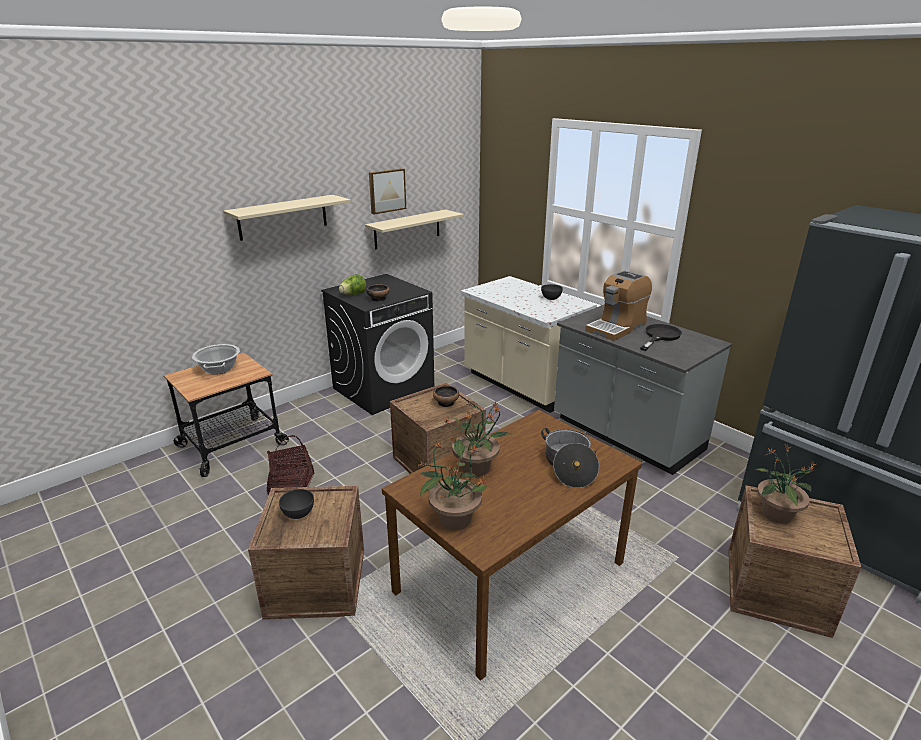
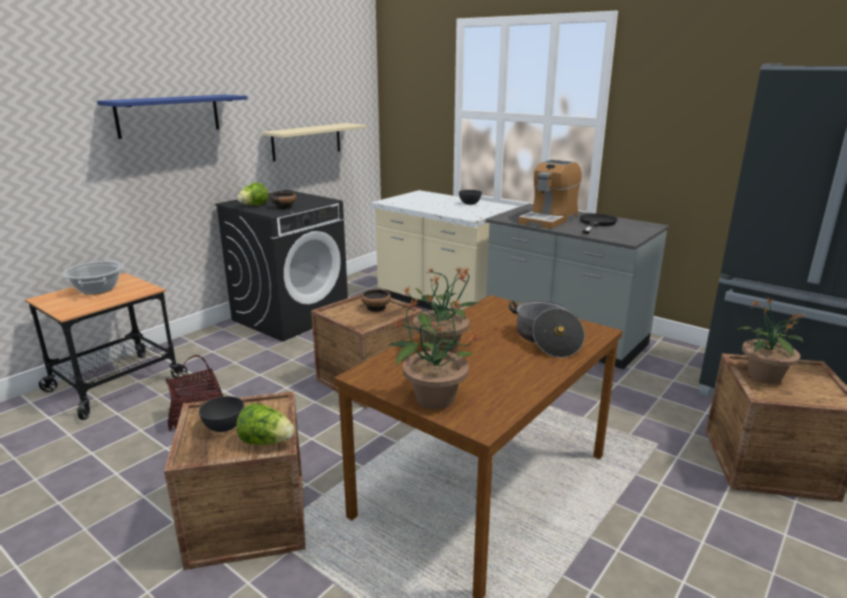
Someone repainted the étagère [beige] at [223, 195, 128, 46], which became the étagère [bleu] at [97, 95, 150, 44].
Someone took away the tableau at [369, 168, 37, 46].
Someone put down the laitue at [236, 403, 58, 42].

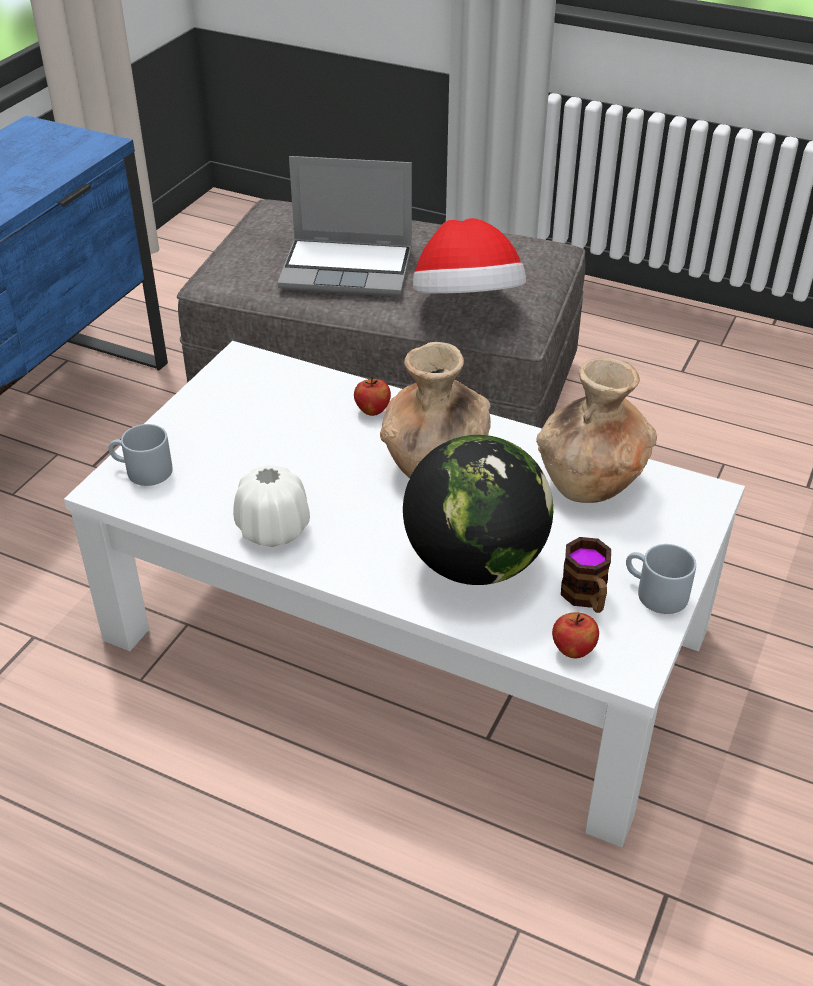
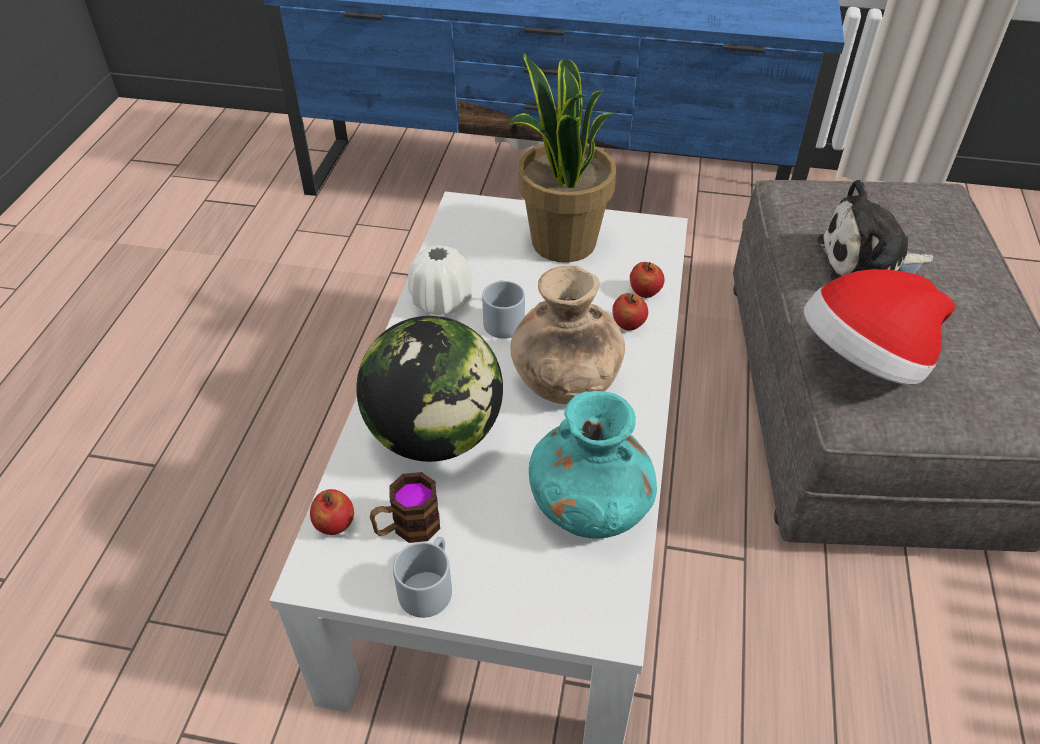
Someone carried the mug [gris] from [108, 424, 65, 62] to [482, 280, 43, 59].
Someone swapped the ordinateur portable at [277, 156, 135, 140] for the peluche at [817, 180, 117, 100].
Someone repainted the vase [marron] at [536, 357, 121, 146], which became the vase [turquoise] at [529, 391, 128, 148].
Someone put down the plante en pot at [507, 52, 109, 210].
Someone put down the pomme at [630, 262, 35, 36].

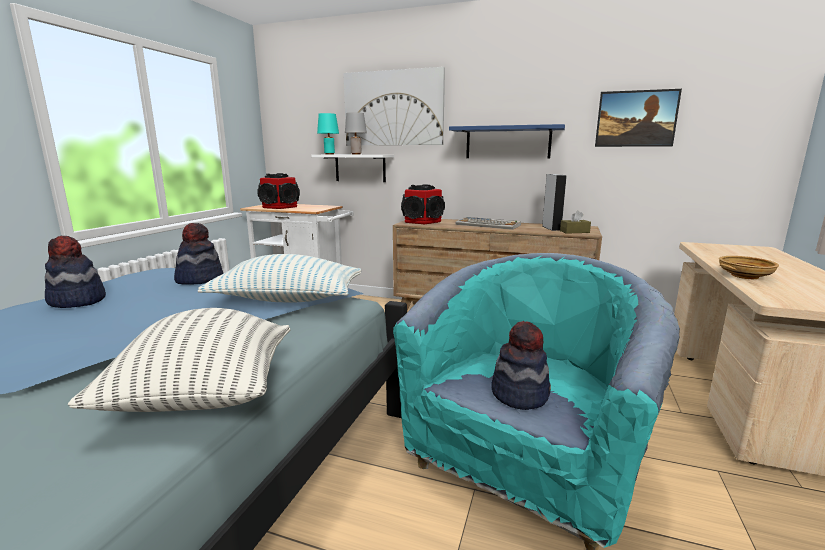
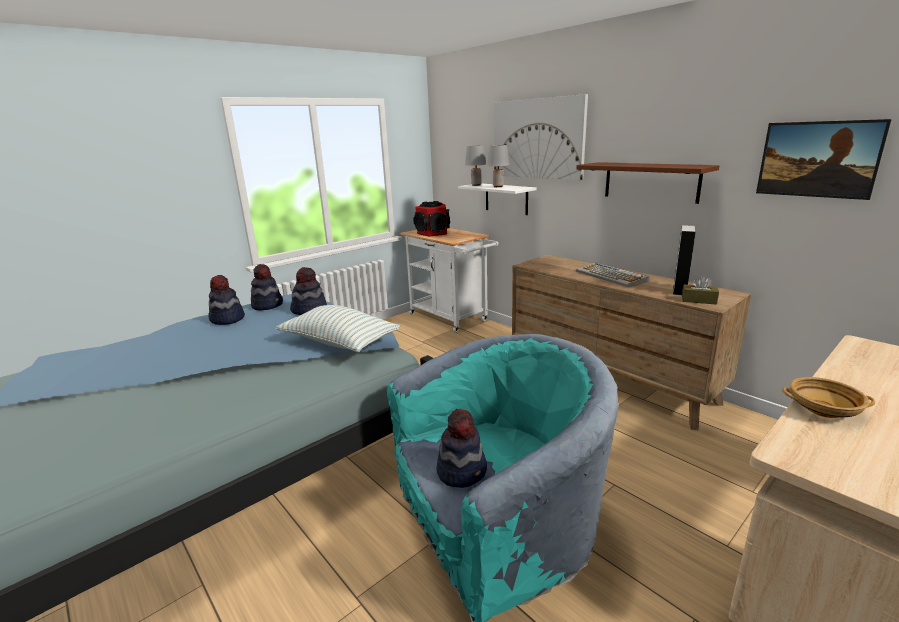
Someone took away the coussin at [68, 308, 222, 104].
Someone repainted the lampe de table [turquoise] at [317, 113, 22, 41], which became the lampe de table [gris] at [465, 145, 21, 41].
Someone took away the enceinte at [401, 185, 44, 39].
Someone repainted the étagère [bleu] at [449, 124, 116, 34], which became the étagère [marron] at [576, 162, 143, 42].
Someone put down the chapeau at [251, 264, 32, 47].

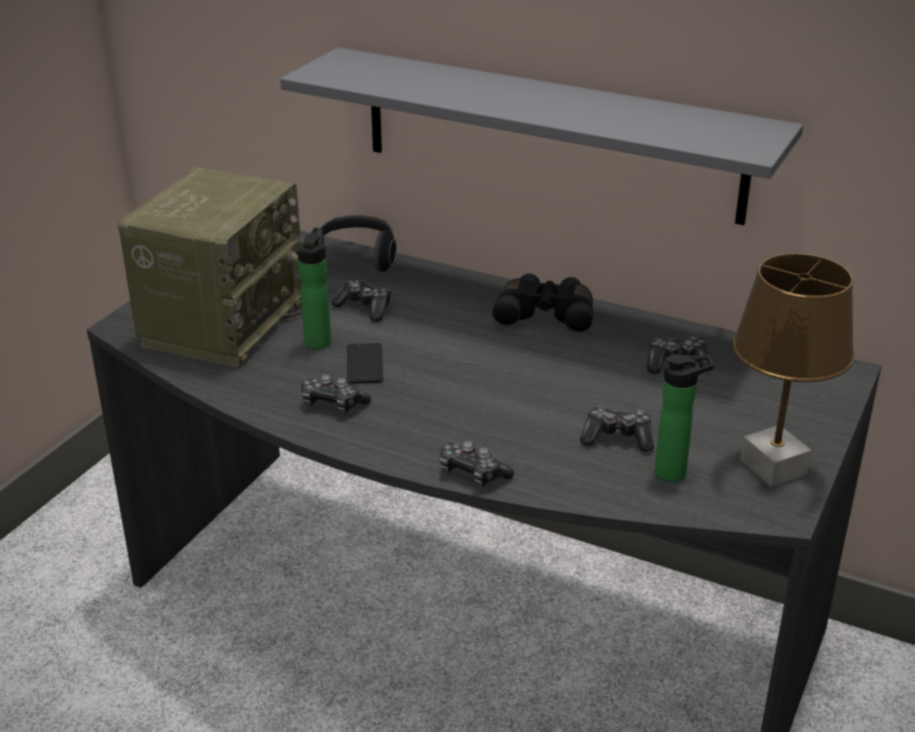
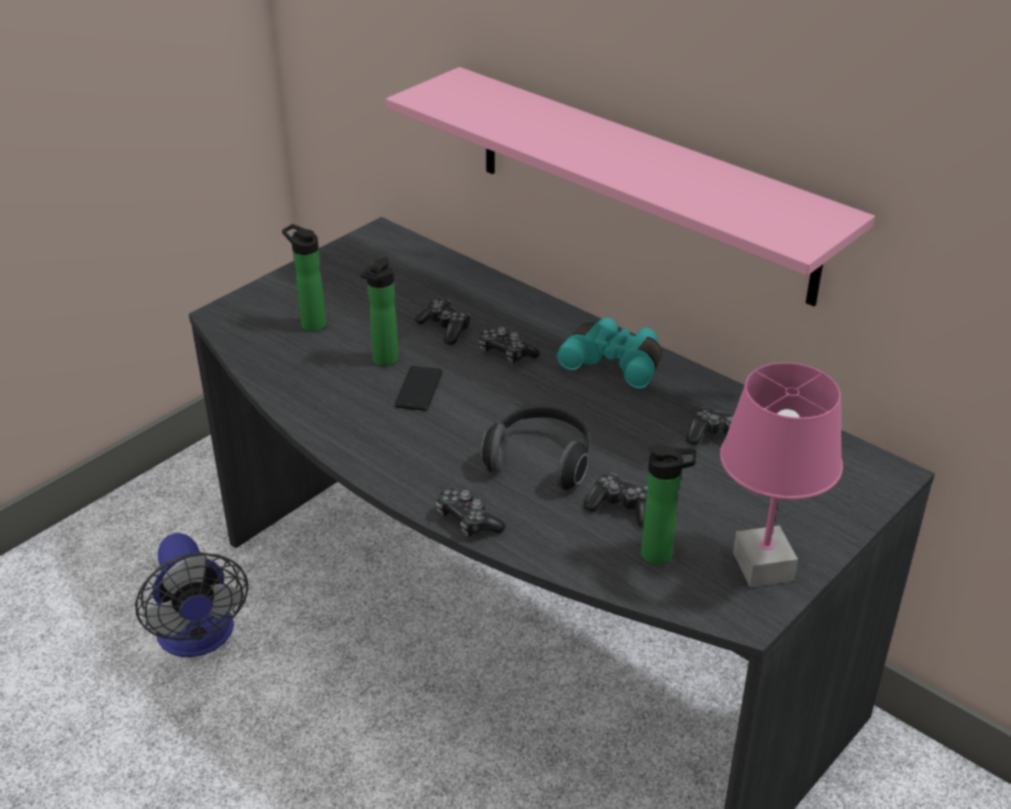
Someone swapped the radio at [118, 167, 184, 200] for the bouteille at [282, 224, 44, 108].
Someone repainted the étagère [gris] at [280, 48, 523, 177], which became the étagère [rose] at [386, 67, 489, 239].
Someone carried the manette from [301, 374, 70, 40] to [479, 327, 60, 37].
Someone carried the casque audio from [310, 215, 87, 57] to [481, 404, 108, 86].
Someone repainted the jumelles [noir] at [492, 273, 101, 60], which became the jumelles [turquoise] at [556, 318, 106, 70].
Someone repainted the lampe de table [marron] at [733, 254, 121, 232], which became the lampe de table [rose] at [720, 363, 123, 224].
Someone put down the ventilateur at [135, 533, 113, 124].

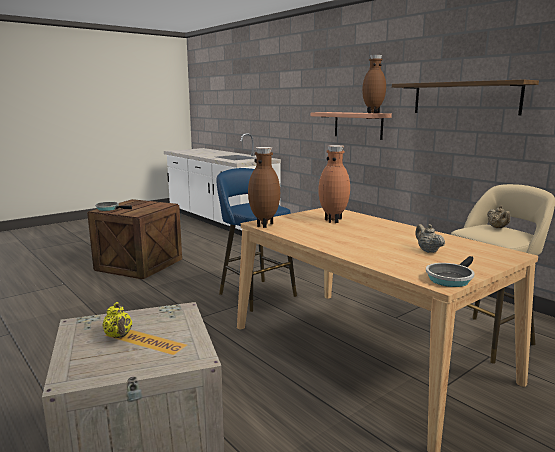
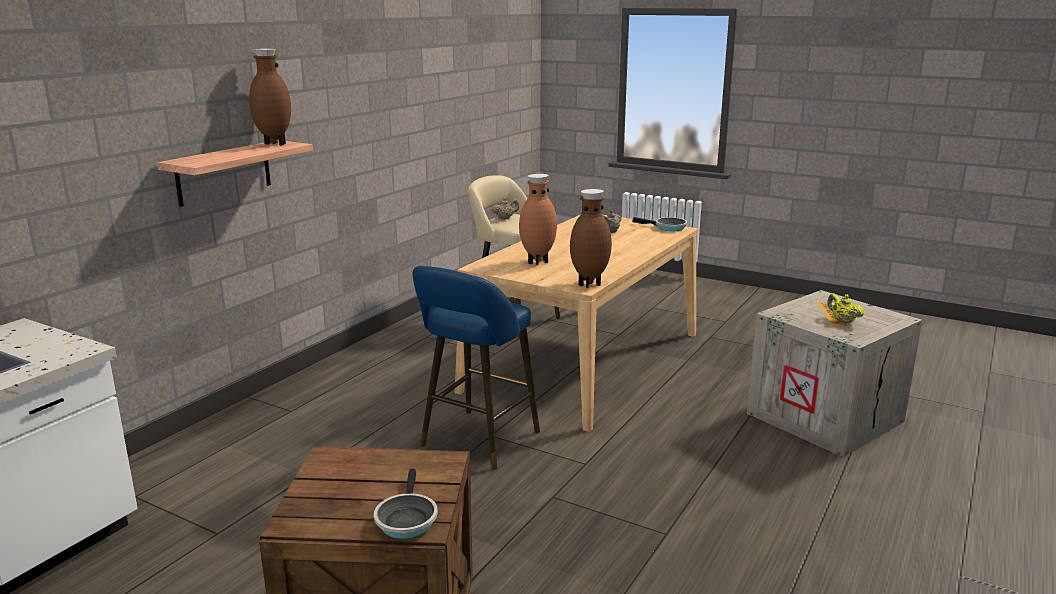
Someone rotated the théière [jaune] at [102, 302, 30, 36] by 75 degrees counterclockwise.
Someone took away the étagère at [392, 79, 147, 36].

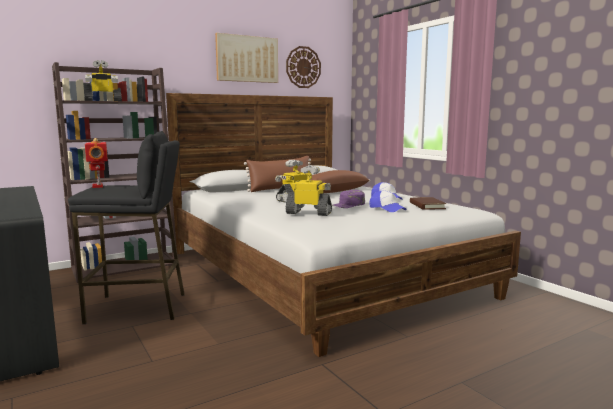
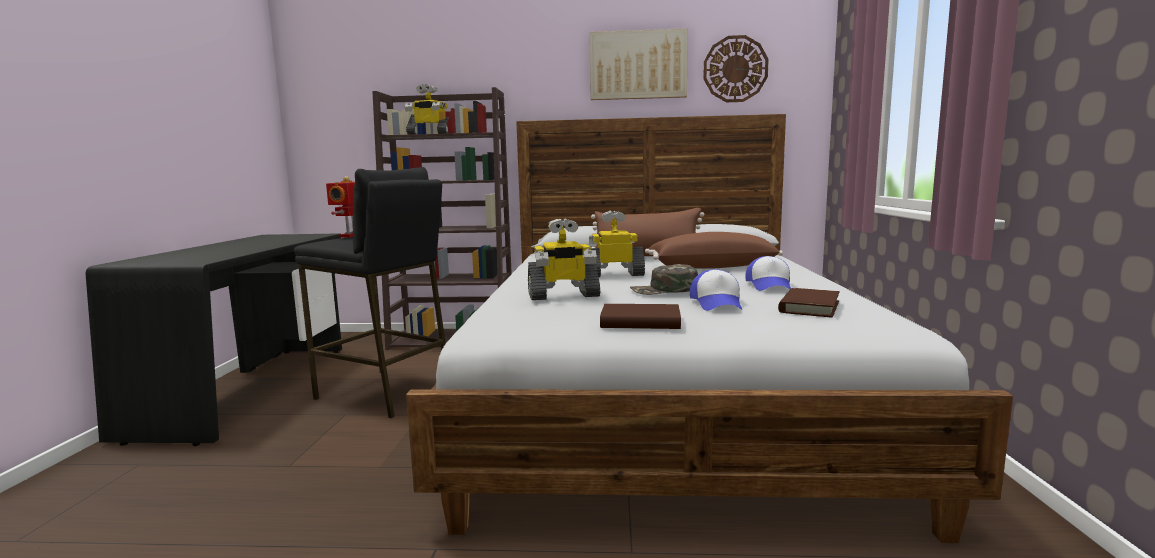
Someone rotated the robot jouet at [285, 165, 47, 51] by 120 degrees clockwise.
Someone repainted the casquette [violet] at [333, 190, 32, 18], which became the casquette [vert] at [630, 264, 68, 31].
Someone put down the livre [marron] at [600, 304, 81, 25].

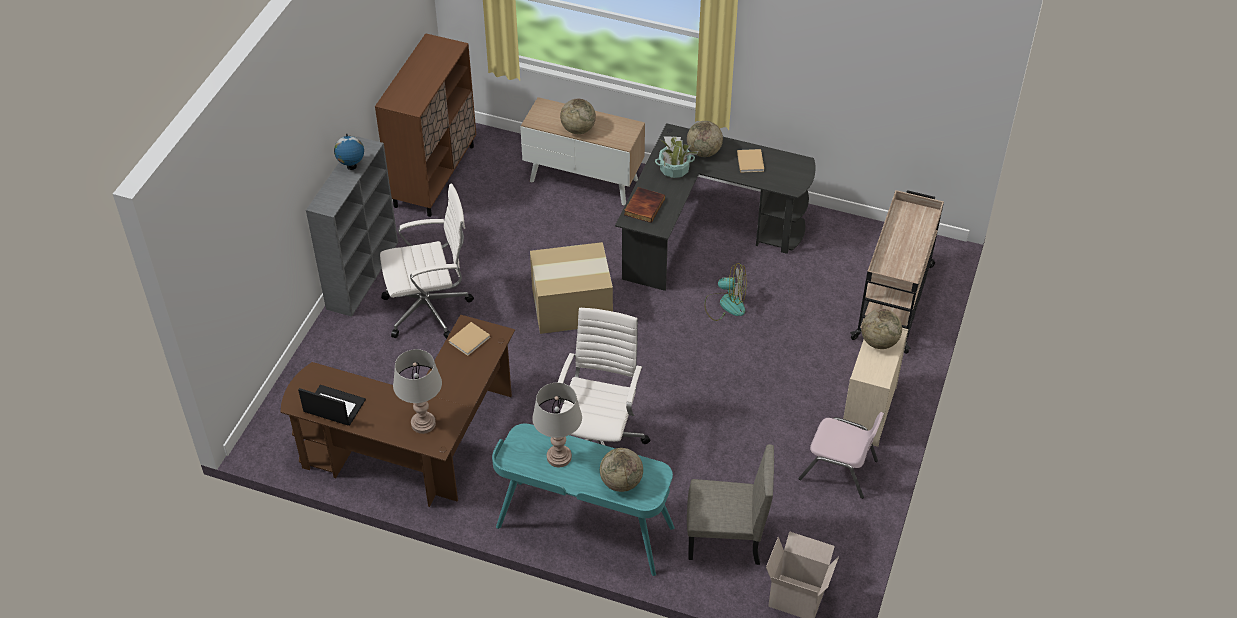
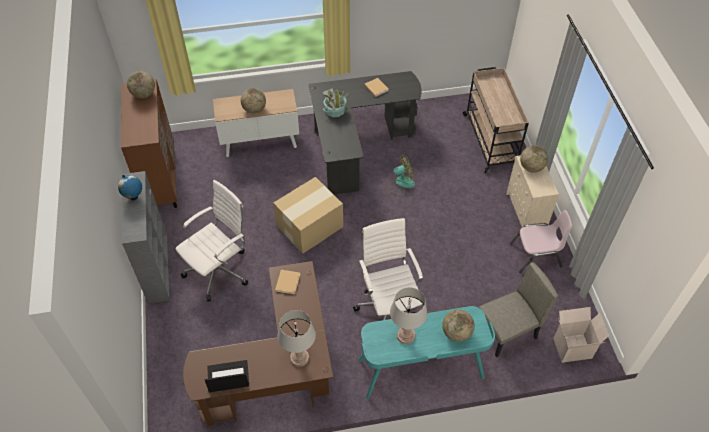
Someone took away the livre at [624, 187, 41, 36].
Someone carried the globe from [687, 121, 36, 36] to [127, 71, 28, 27].

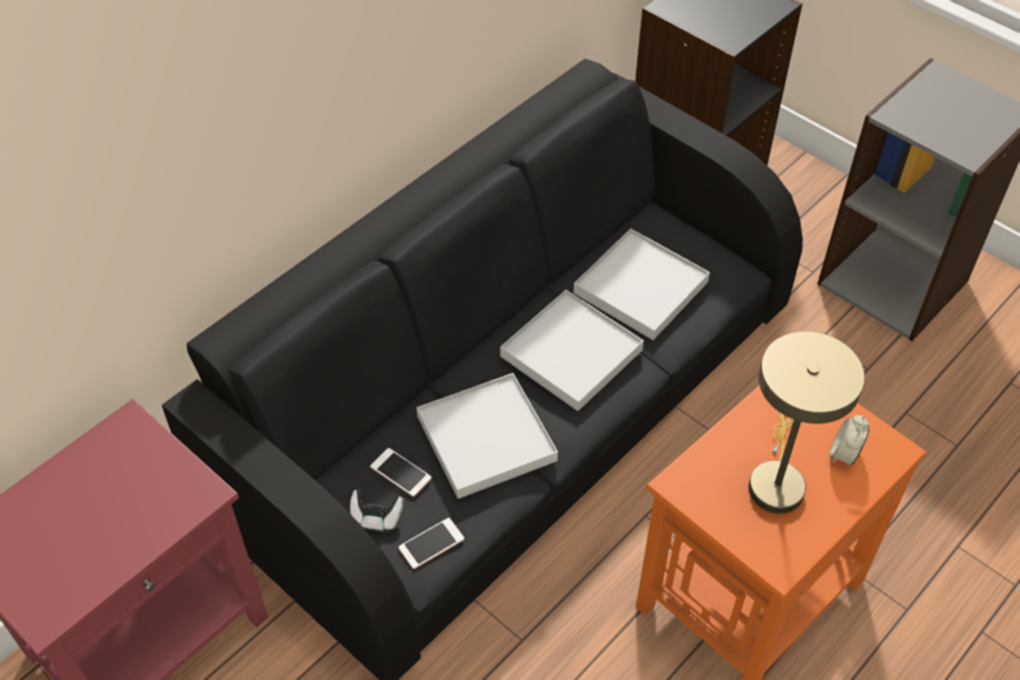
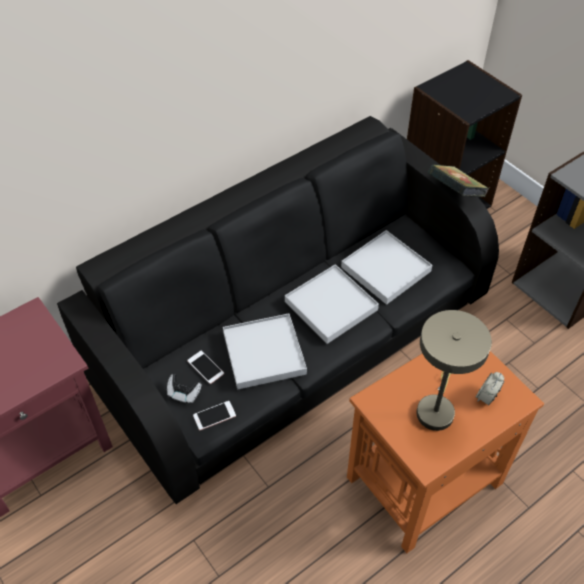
Someone put down the livre at [428, 165, 61, 32].

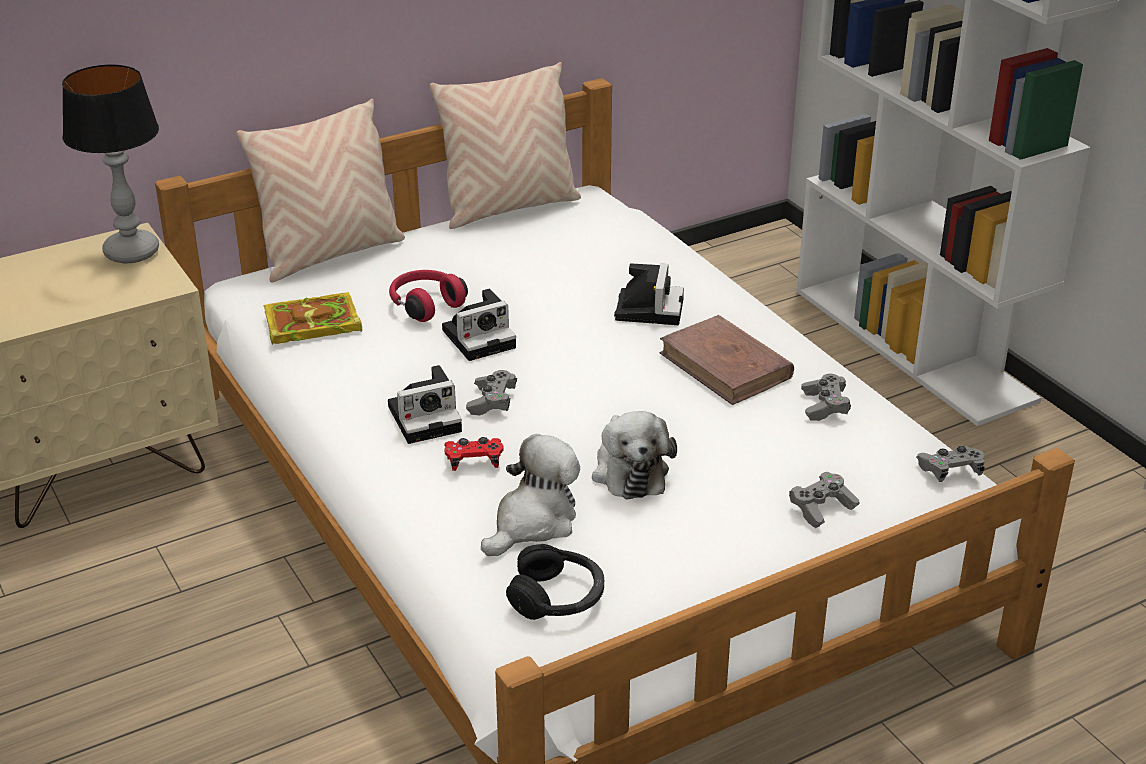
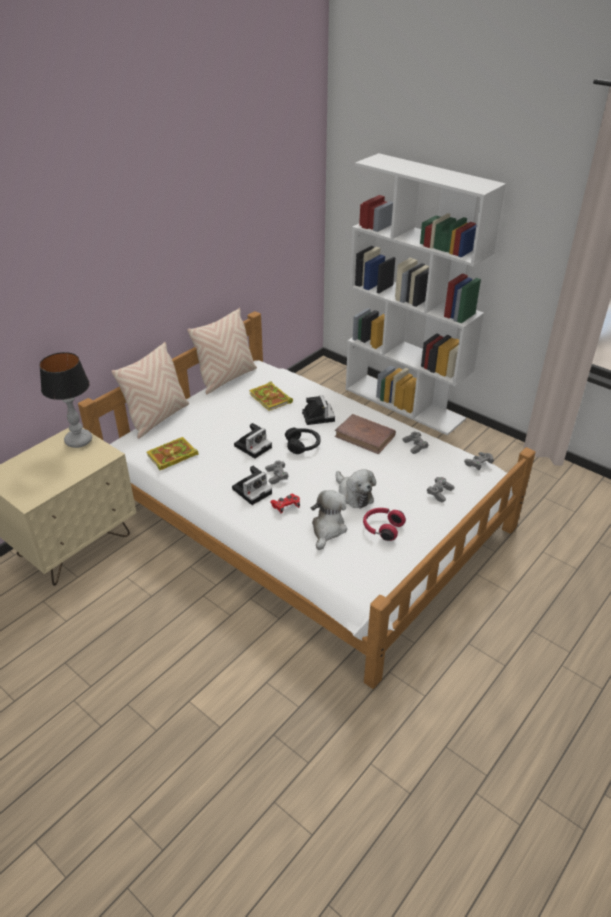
Someone carried the casque audio [rouge] from [389, 270, 79, 52] to [363, 508, 43, 33].
Someone carried the casque audio [noir] from [506, 544, 98, 76] to [285, 428, 35, 26].
Someone put down the livre at [249, 381, 44, 30].

